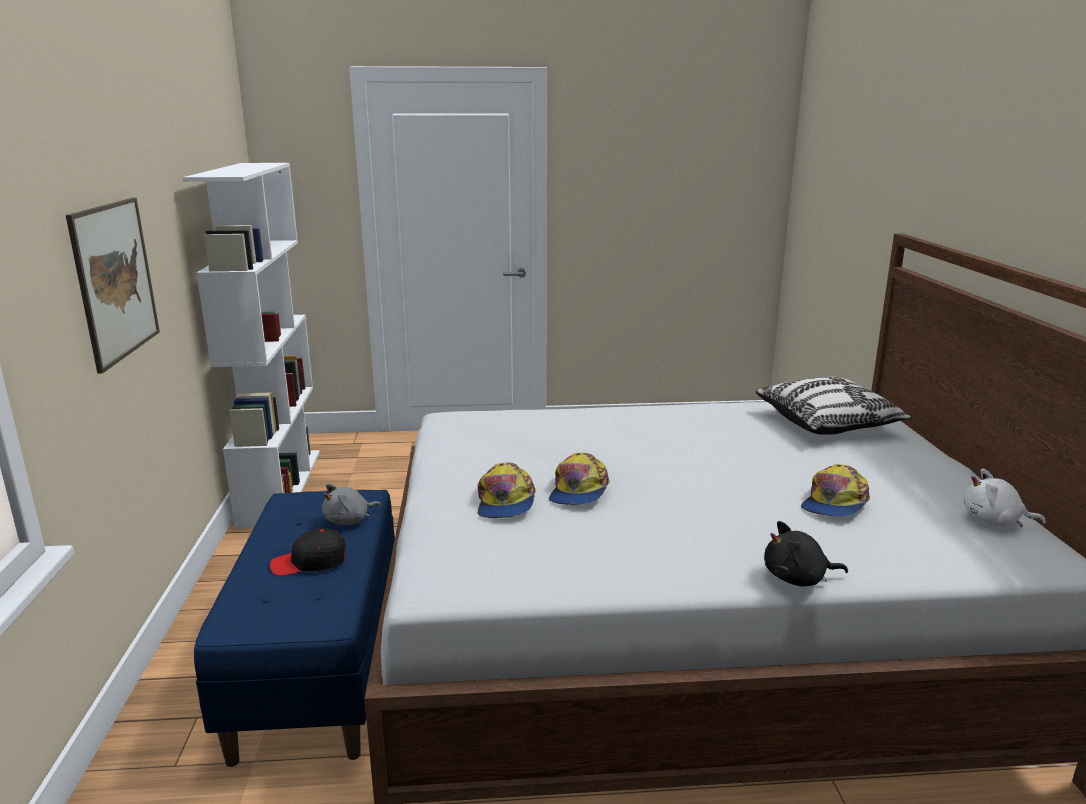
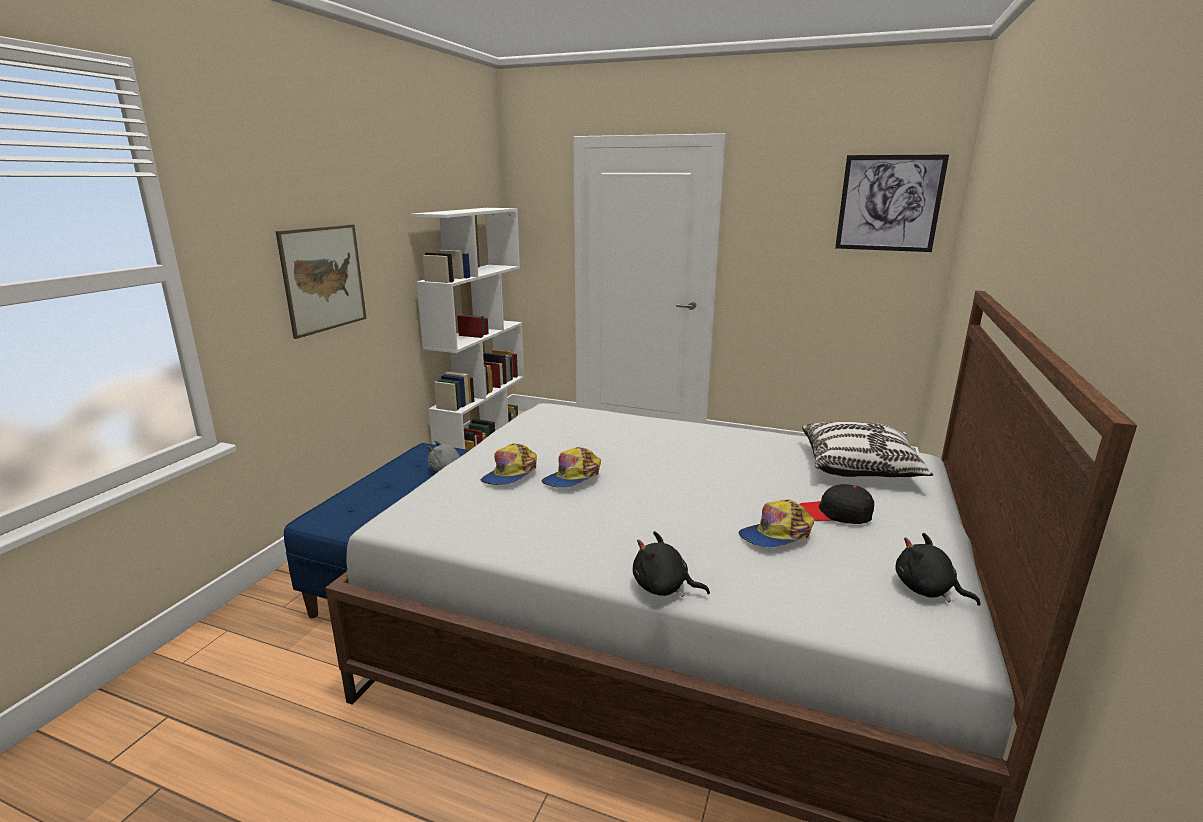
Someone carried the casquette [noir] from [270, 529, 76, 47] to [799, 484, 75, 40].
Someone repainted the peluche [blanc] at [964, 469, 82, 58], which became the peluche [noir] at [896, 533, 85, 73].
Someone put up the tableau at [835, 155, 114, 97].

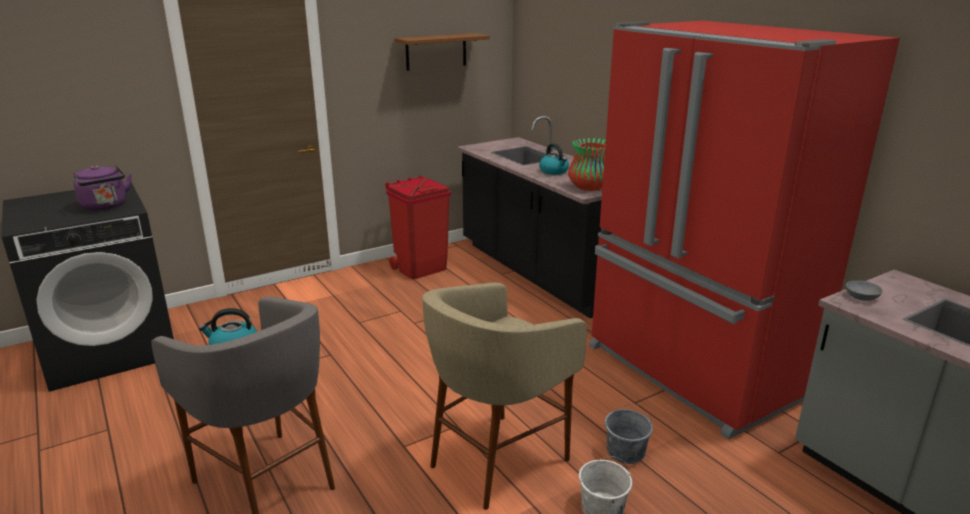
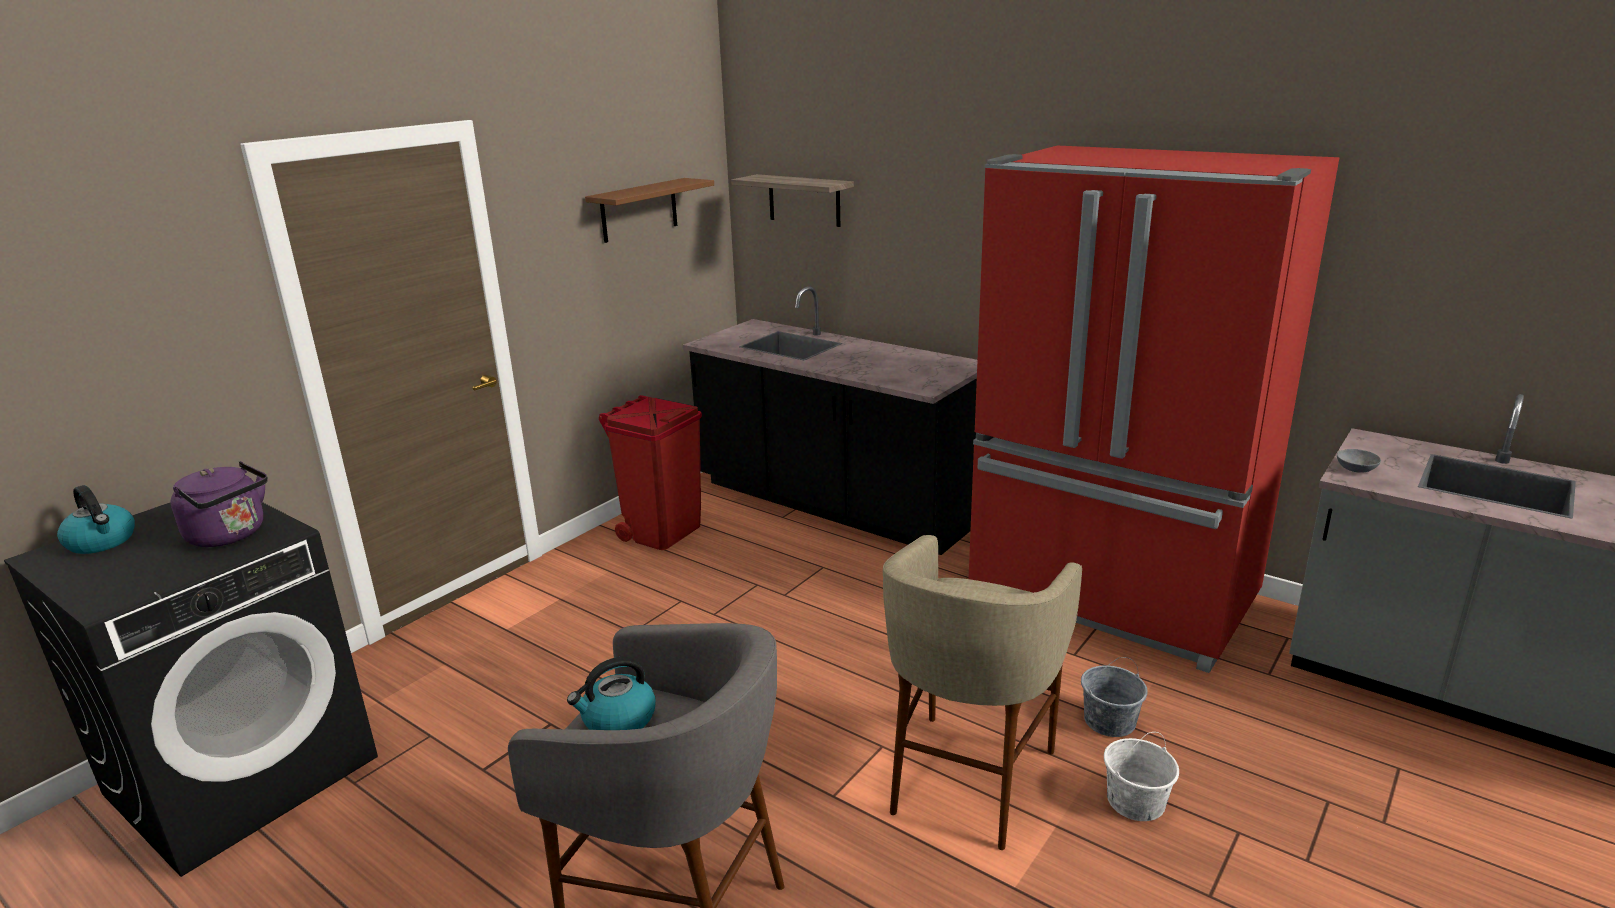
Someone carried the bouilloire from [539, 143, 30, 32] to [57, 485, 78, 69].
Someone took away the vase at [568, 138, 38, 53].
Someone put up the étagère at [731, 174, 123, 53].

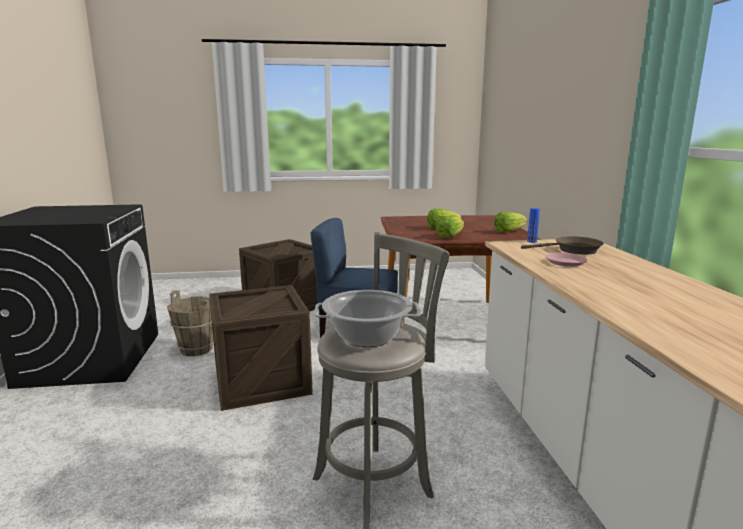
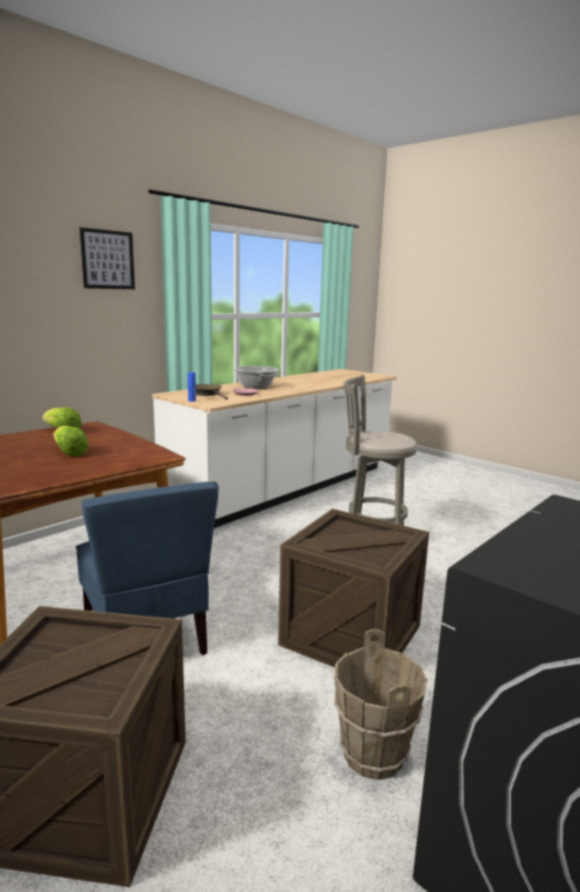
Someone carried the marmite from [314, 290, 107, 57] to [233, 366, 46, 23].
Someone took away the laitue at [436, 216, 28, 22].
Someone put up the tableau at [79, 227, 56, 62].

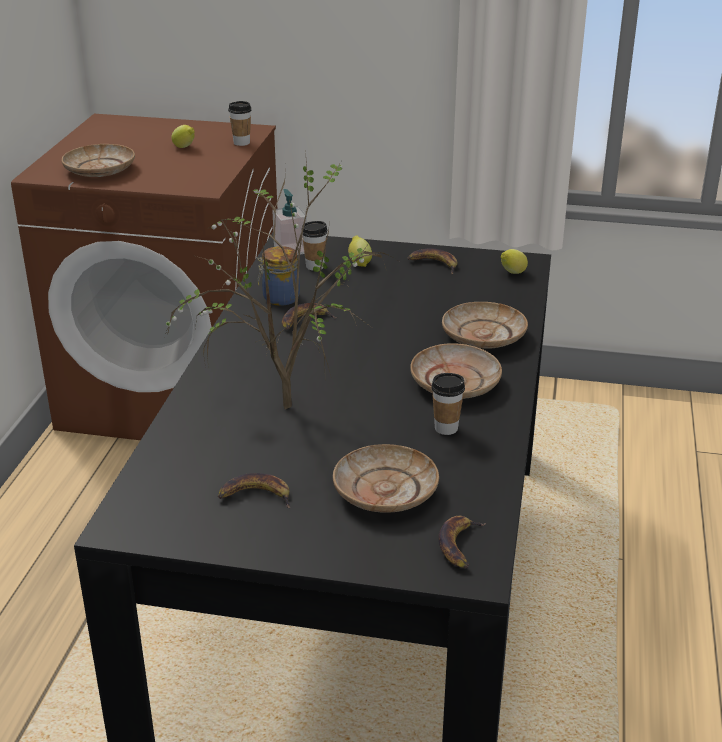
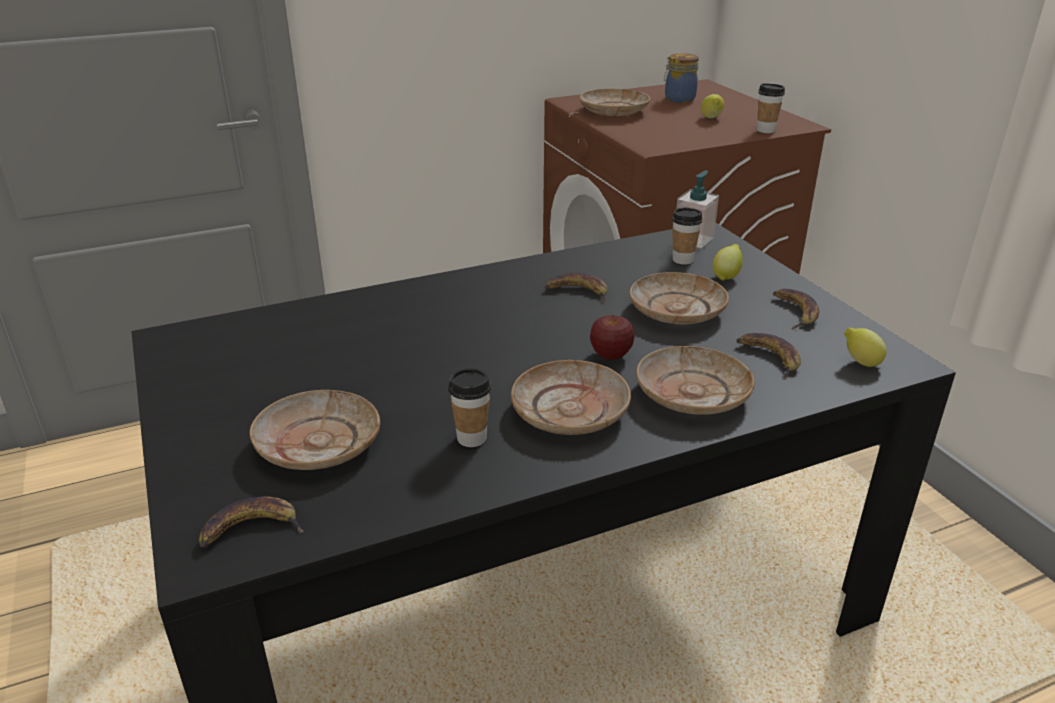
Someone took away the plante en pot at [166, 162, 231, 247].
Someone carried the banane from [218, 473, 72, 35] to [736, 333, 65, 47].
Someone carried the bocal from [257, 246, 43, 60] to [664, 53, 35, 50].
Someone put down the pomme at [590, 315, 45, 45].
Someone put down the assiette [beige] at [629, 272, 100, 52].

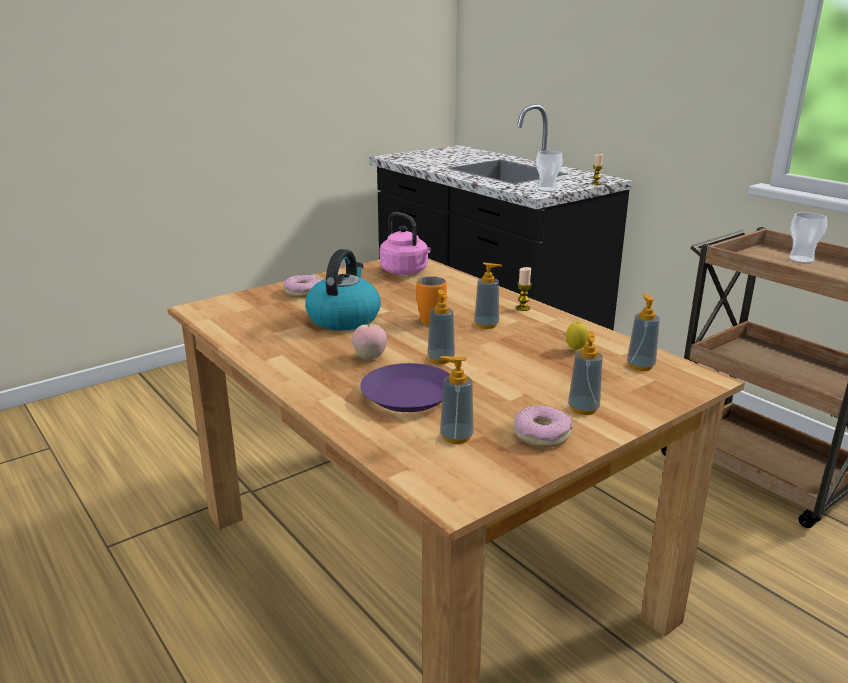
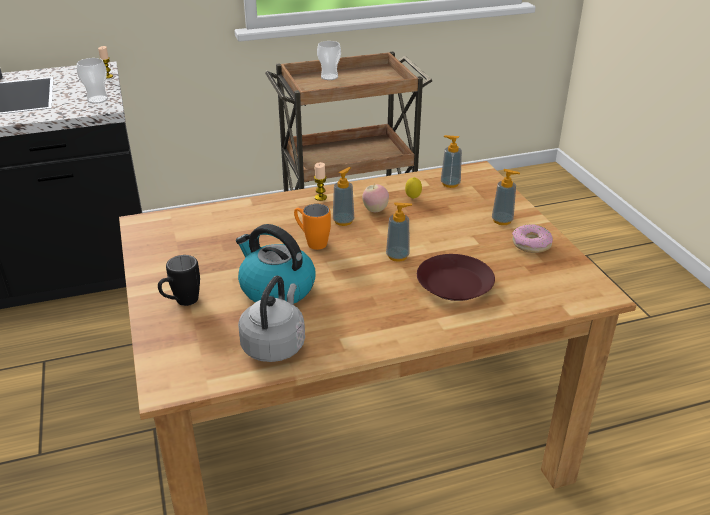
Someone swapped the beignet at [283, 275, 38, 23] for the mug [noir] at [158, 255, 42, 51].
Someone carried the pomme from [352, 322, 35, 38] to [362, 183, 27, 29].
Someone repainted the assiette [violet] at [360, 363, 90, 49], which became the assiette [marron] at [417, 254, 78, 47].
Someone took away the bouilloire [rose] at [380, 212, 51, 63].
Someone took away the distributeur de savon at [440, 356, 34, 88].
Someone put down the bouilloire [gris] at [238, 276, 67, 86].

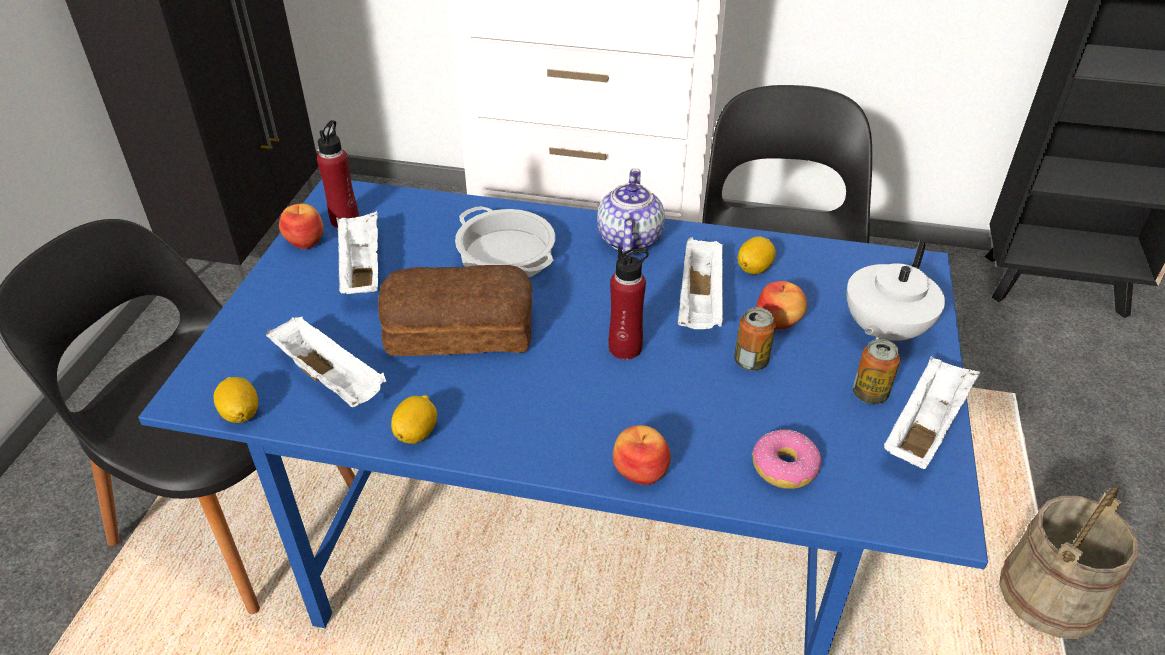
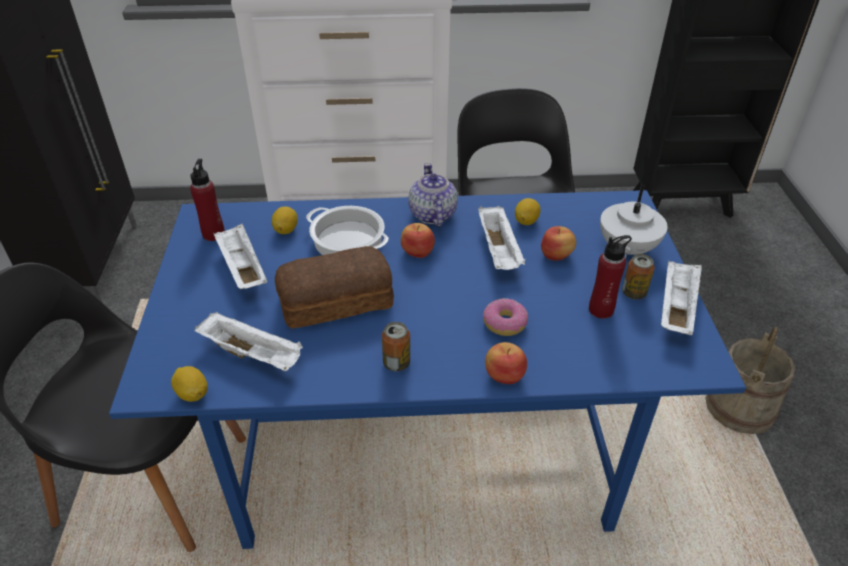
Someone carried the pomme from [279, 204, 45, 45] to [401, 223, 34, 35].
Someone carried the citron from [391, 395, 46, 49] to [272, 207, 26, 27].
Someone carried the bouteille [rouge] from [609, 247, 40, 113] to [589, 235, 43, 84].
Someone carried the boîte métallique from [734, 307, 42, 64] to [382, 322, 28, 49].
Someone carried the beignet from [752, 430, 69, 59] to [483, 298, 45, 38].

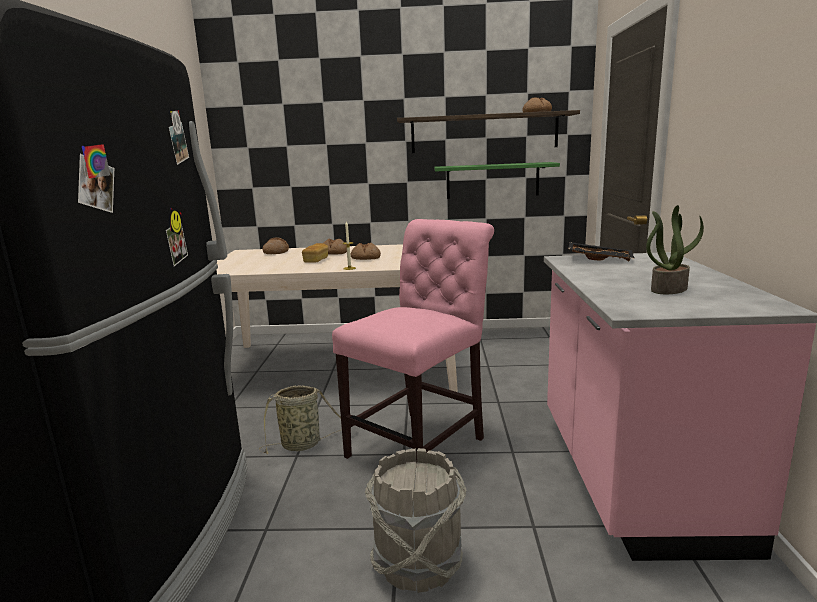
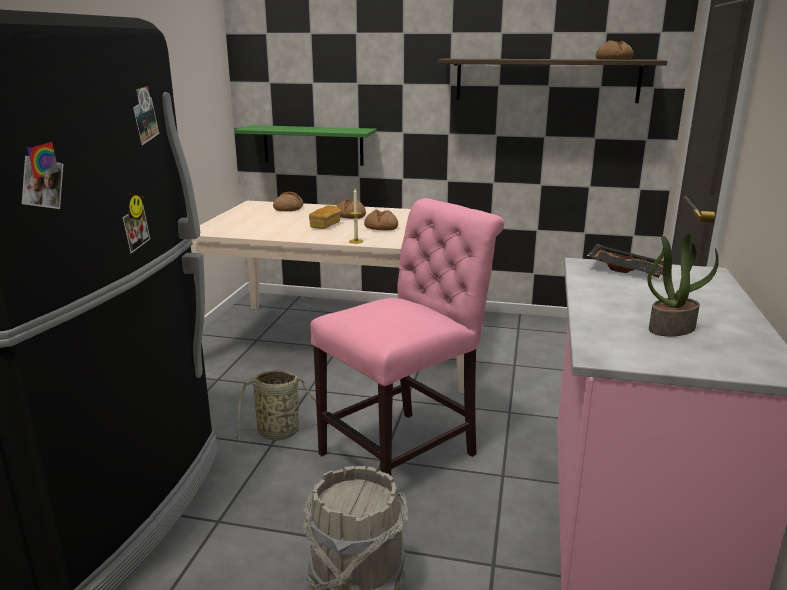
Someone carried the étagère [vert] from [434, 162, 126, 37] to [234, 125, 142, 41].

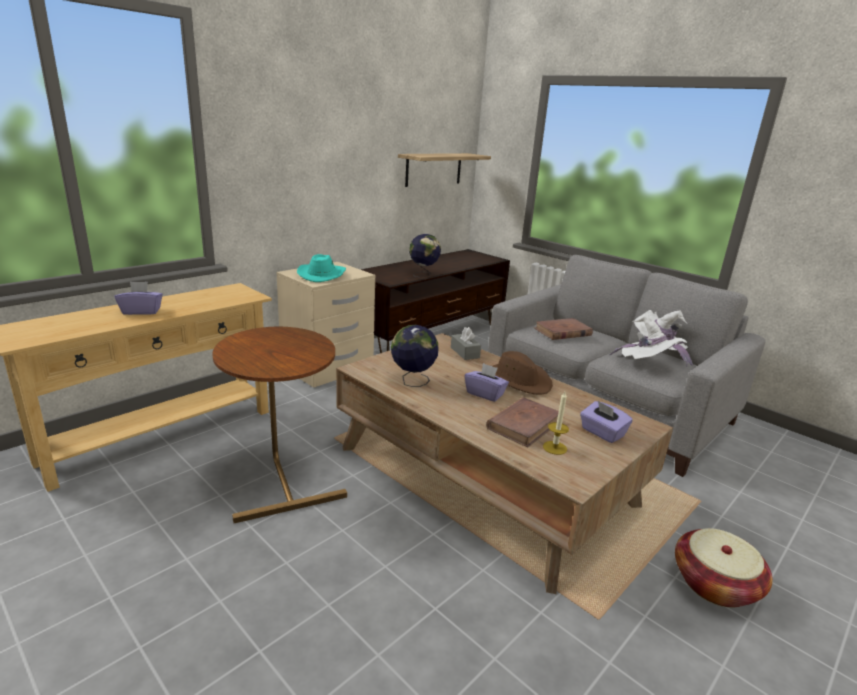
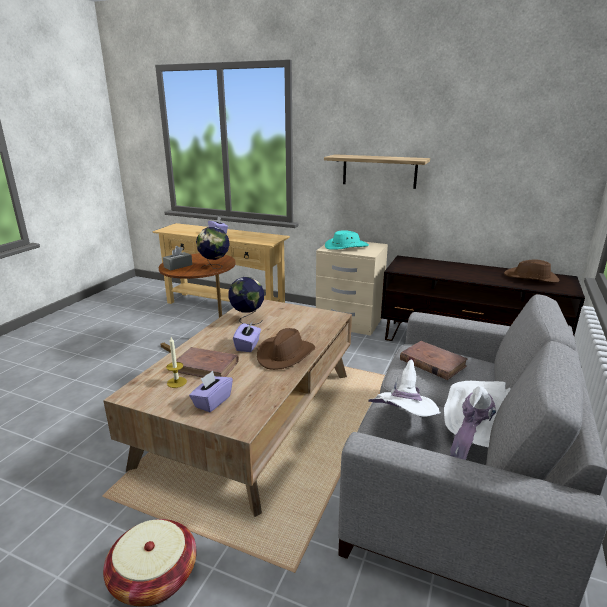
Someone carried the étagère from [398, 153, 93, 34] to [324, 154, 106, 35].
Someone carried the globe from [409, 234, 32, 43] to [196, 227, 34, 41].
Someone carried the boîte à mouchoirs [gris] from [451, 327, 30, 33] to [163, 246, 29, 24].
Someone put down the chapeau [marron] at [504, 260, 55, 23].

